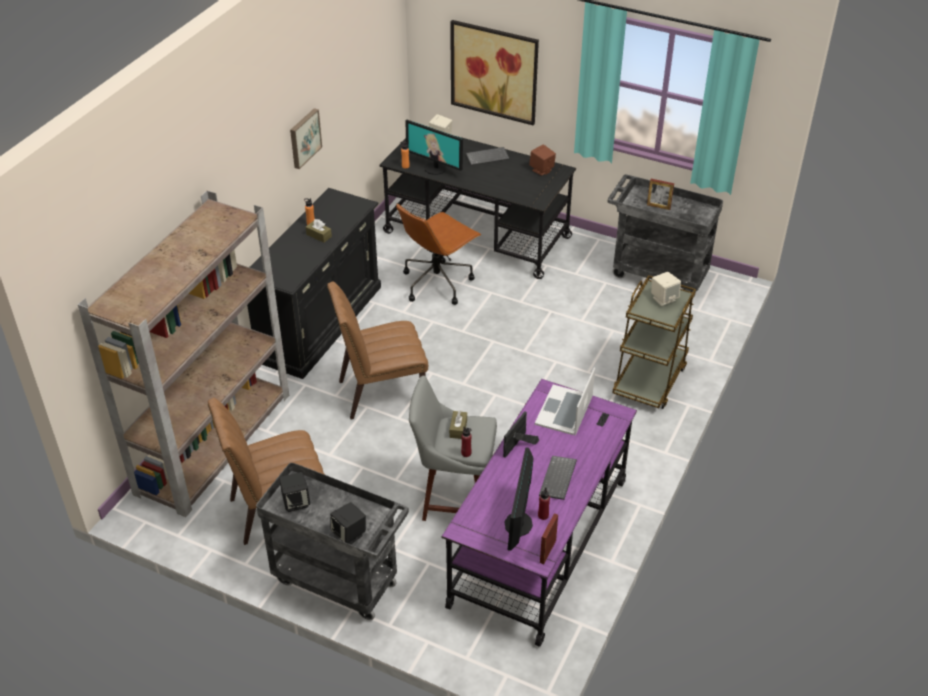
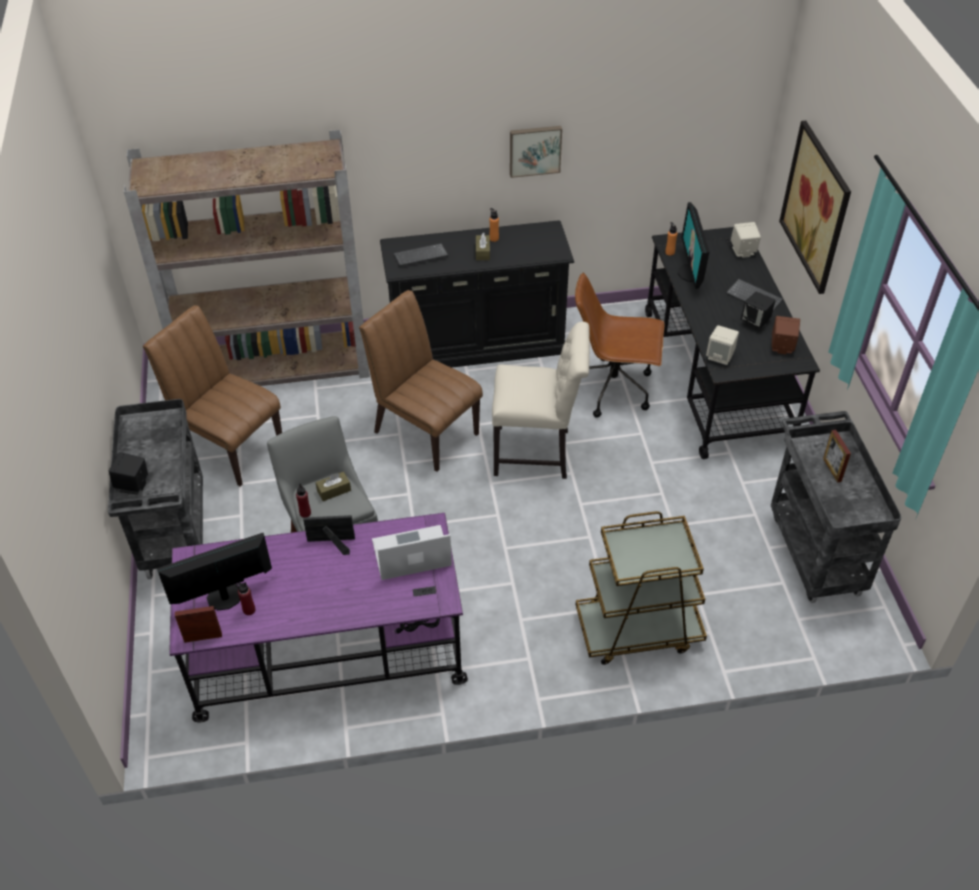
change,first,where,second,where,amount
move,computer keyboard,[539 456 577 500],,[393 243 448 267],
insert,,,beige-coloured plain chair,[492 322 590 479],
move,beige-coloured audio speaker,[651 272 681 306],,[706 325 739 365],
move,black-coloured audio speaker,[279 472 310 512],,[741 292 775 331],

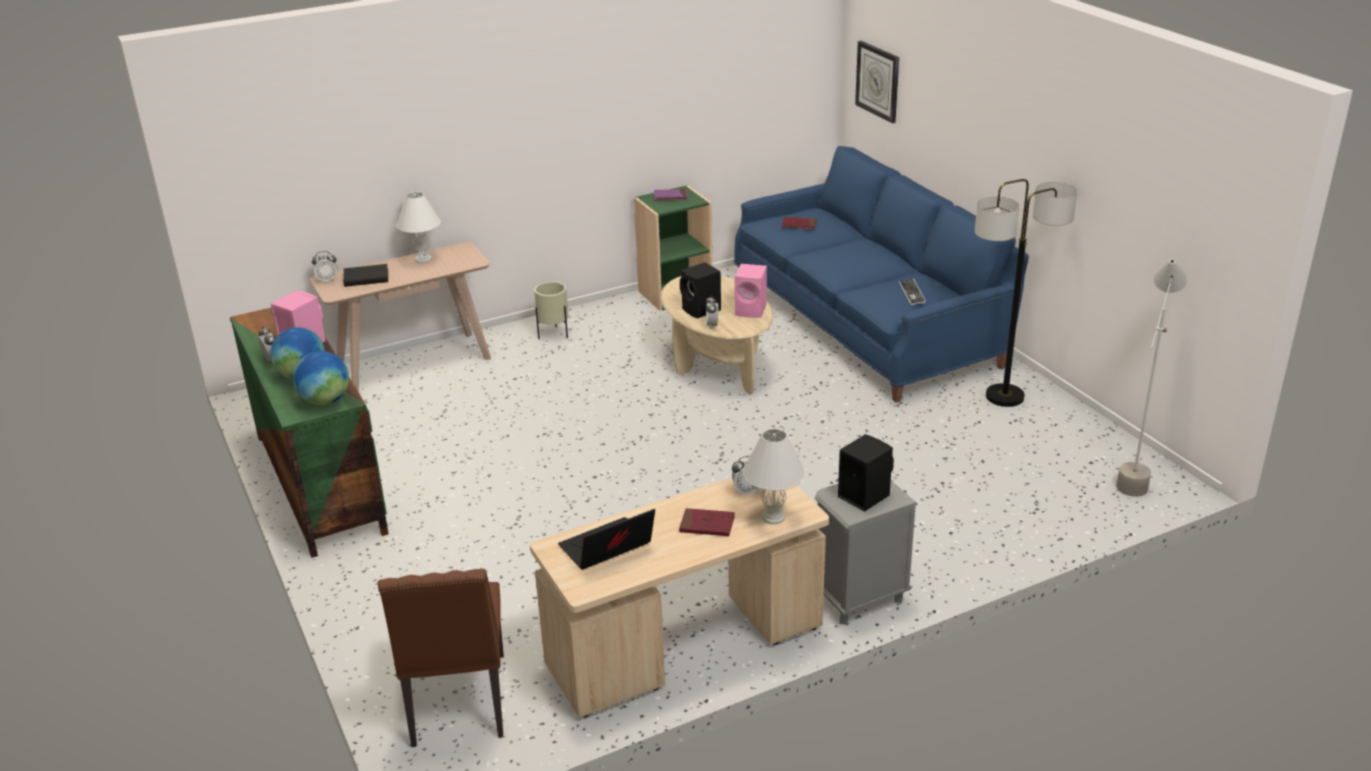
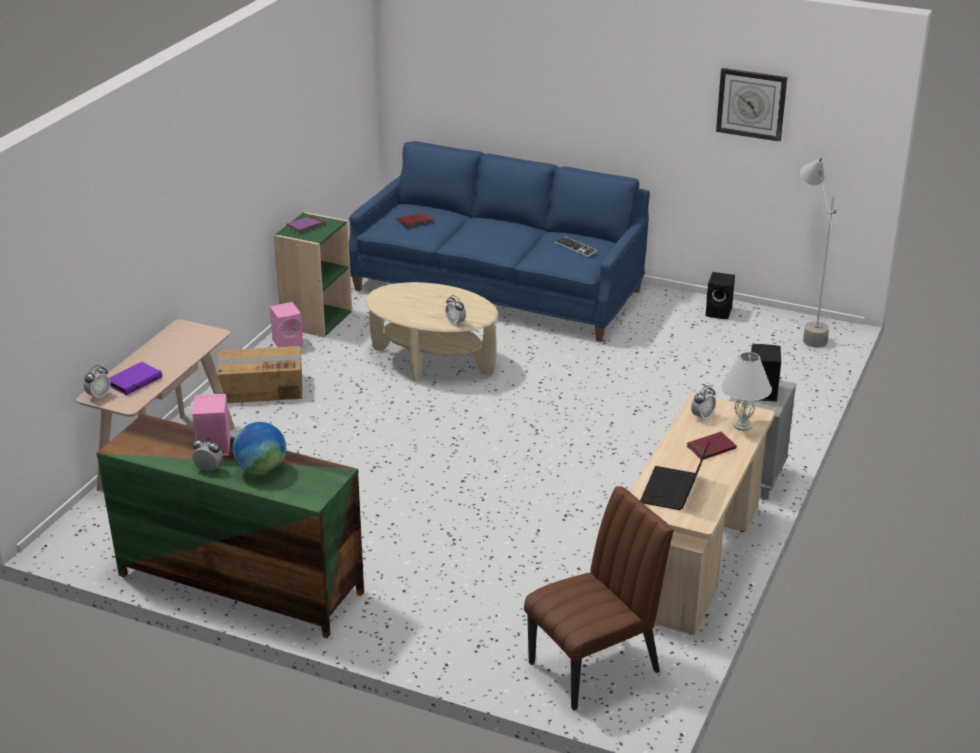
change,first,where,second,where,amount
recolor,black-coloured book,[343 264 388 287],purple-coloured book,[109 362 162 395],
replace,beige-coloured planter,[534 281 569 339],cardboard box,[217 346 302 403],
move,pinkish audio speaker,[734 264 767 318],,[270 302 303 348],
rotate,brown-coloured plain chair,[378 569 504 747],,[524 486 674 710],75 degrees counterclockwise
move,black-coloured audio speaker,[680 262 721 318],,[706 272 735 319],
move,wall clock,[855 41 899 123],,[716 68 787 142],
delete,desk globe,[293 351 349 405],,,
delete,white lamp for a table,[396 192 440 263],,,
delete,floor lamp,[975 179 1077 407],,,

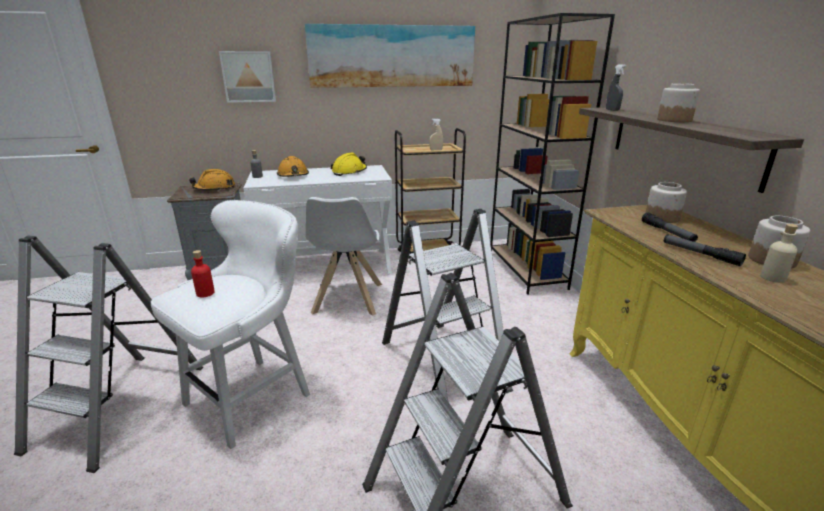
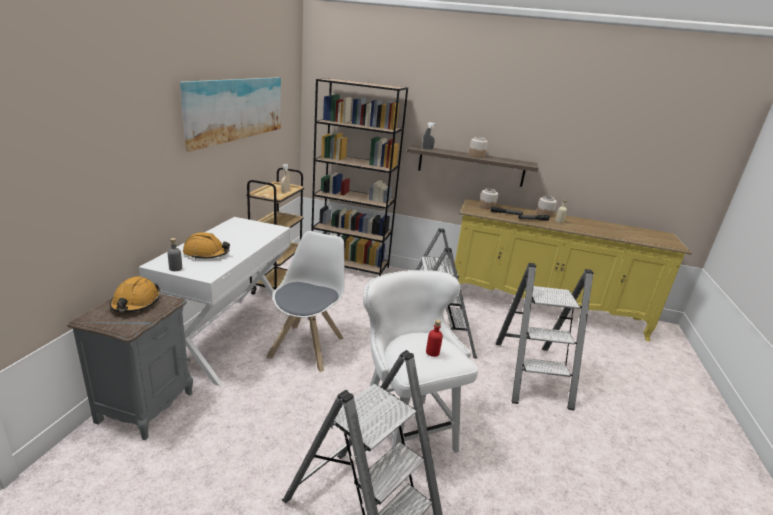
change,first,where,second,where,amount
rotate,plain chair,[306 197 382 316],,[266 231 345 372],105 degrees counterclockwise
delete,picture,[219 51 276 103],,,
delete,yellowish safety helmet,[331 153 367 176],,,

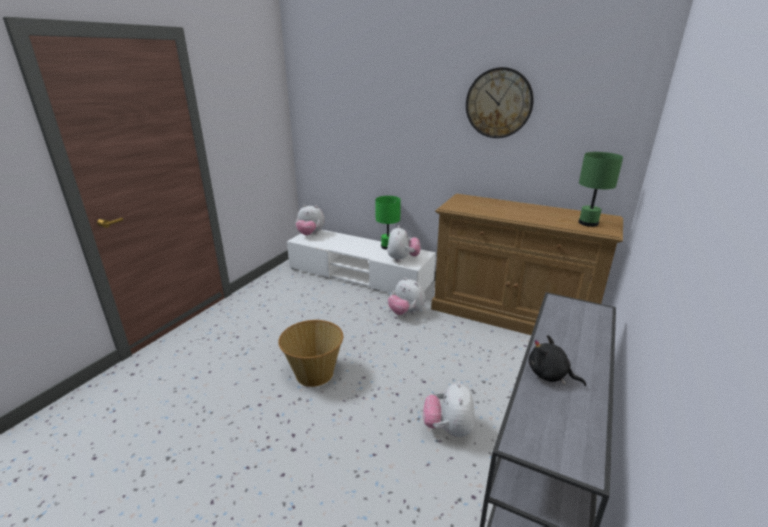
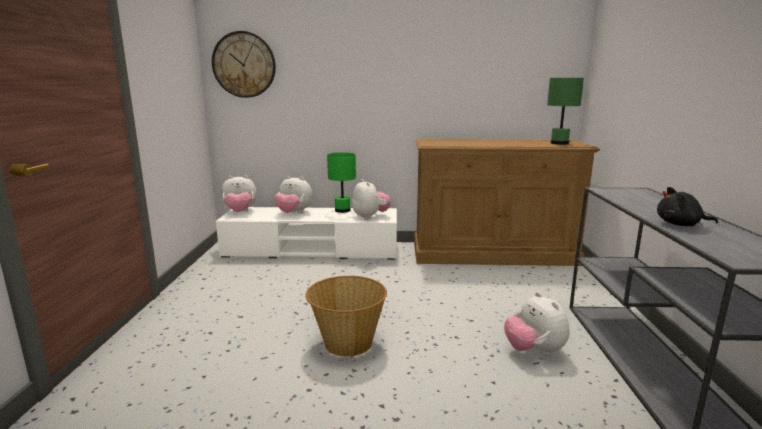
change,first,where,second,where,amount
move,wall clock,[466 67 534 138],,[212 31 276 98],
move,plush toy,[388 277 425 315],,[275 176 312 213],

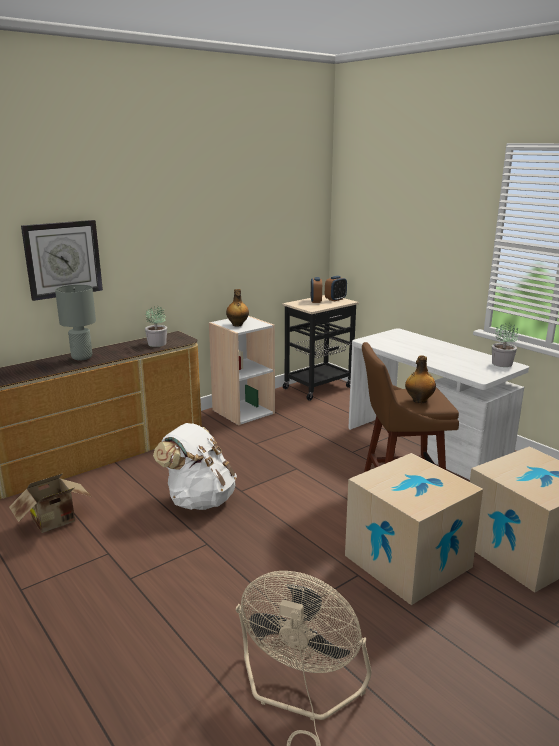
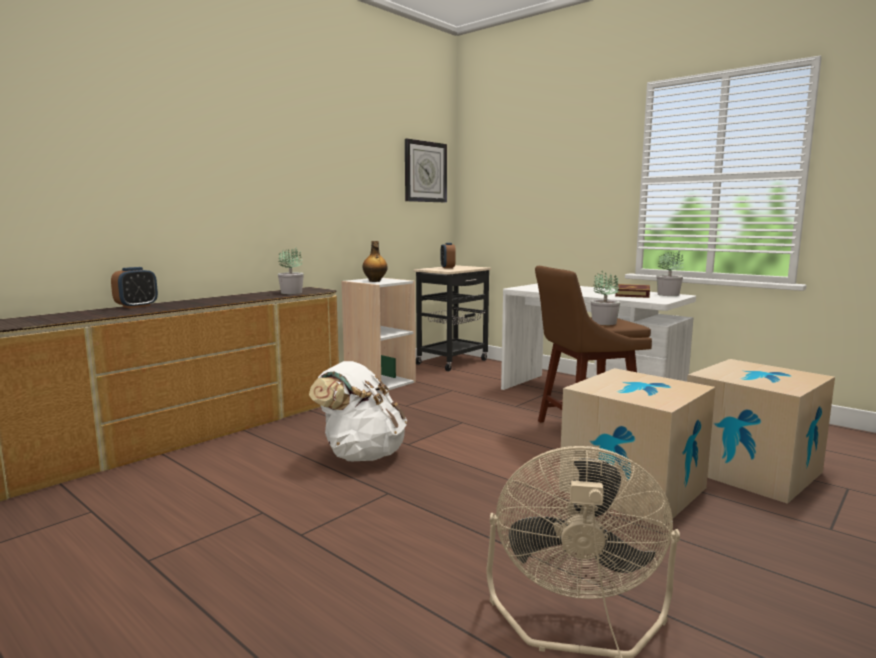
change,first,where,second,where,amount
move,table clock,[325 276 347 302],,[111 267 158 308],
move,wall clock,[21 220 103 301],,[405 138 447 202],
replace,bottle,[405 355 436 403],houseplant,[591 271 620 325],
insert,,,book,[615 284 650 298],
delete,cardboard box,[9 473 92 533],,,
delete,gray lamp for a table,[55 285 96 361],,,

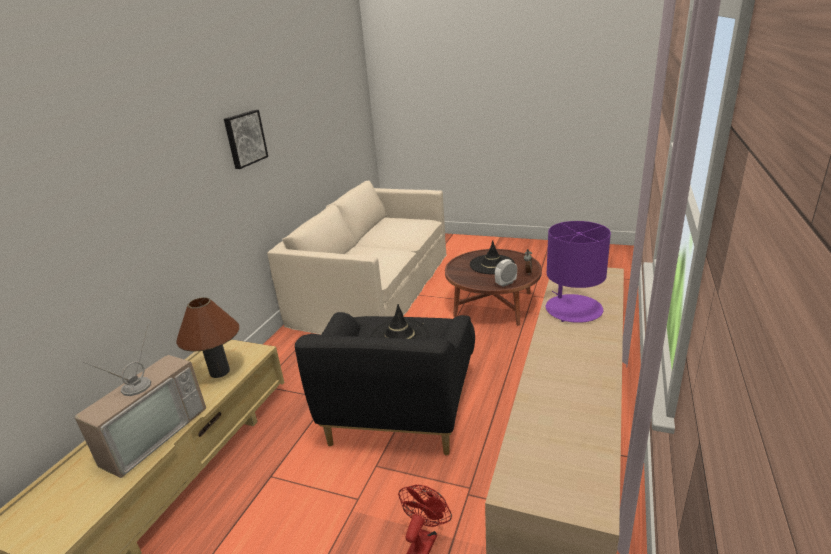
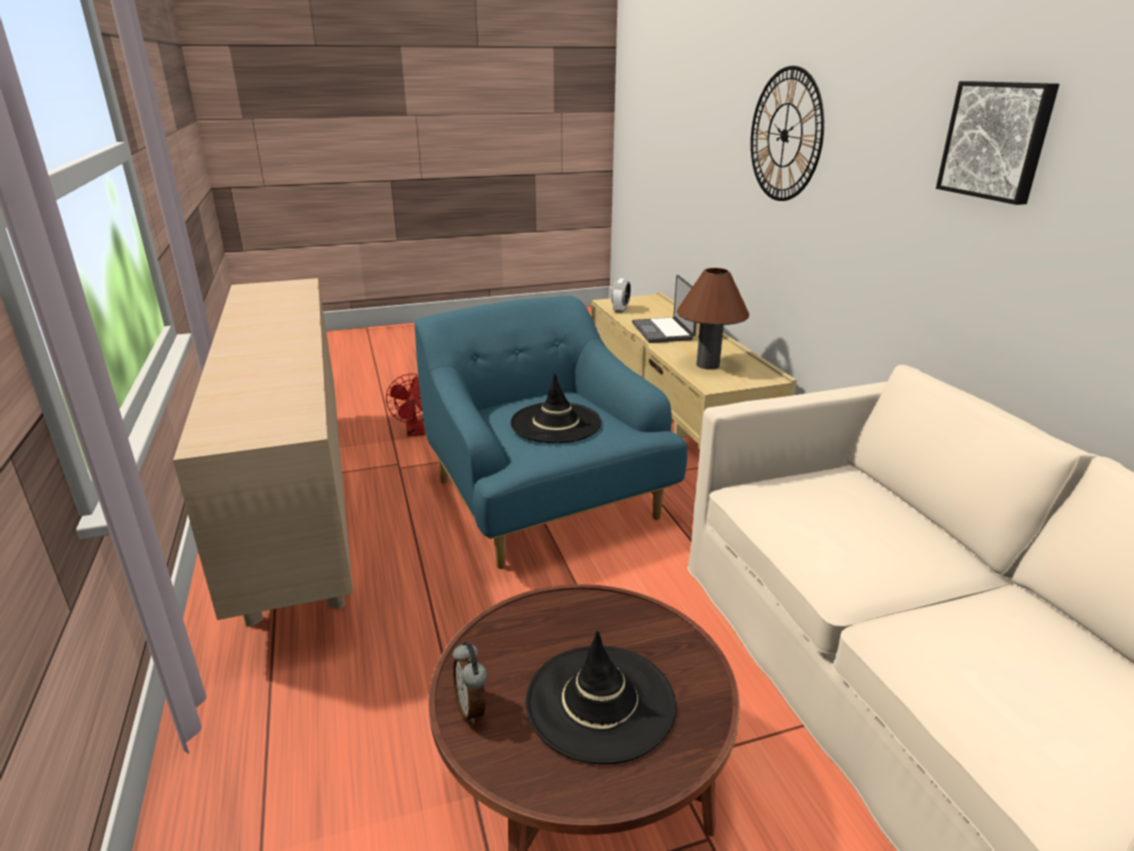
change,first,where,second,where,amount
recolor,black-coloured armchair,[295 312 475 455],blue-coloured armchair,[415 296 687 569],
move,table clock,[495 259 517 287],,[611 278 631 313],
replace,TV set,[75 324 206 478],notebook computer,[632 275 697 343],
insert,,,wall clock,[751 66 824 201],
delete,purple-coloured lamp for a table,[546 221 611 323],,,

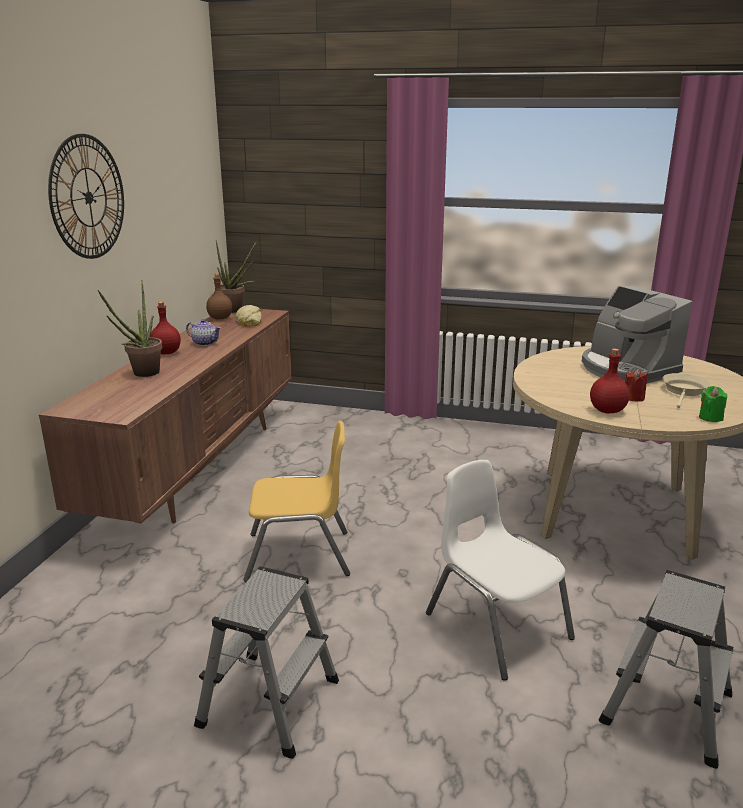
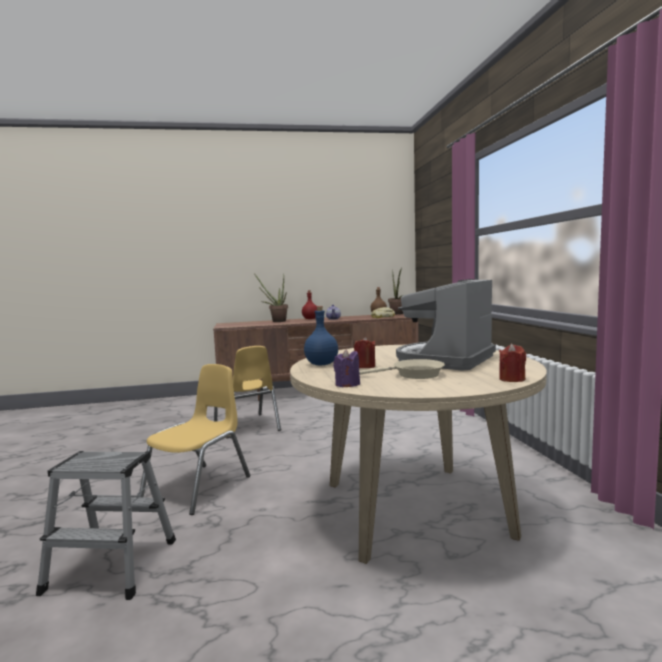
change,first,where,second,where,amount
recolor,white plain chair,[426 460 575 681],yellowish plain chair,[139 364 250 515],
recolor,red-coloured bottle,[590 348 630 413],blue-coloured bottle,[304 306 338 365],
recolor,greenish wax light,[699 386 727 422],purple-coloured wax light,[333 349 360 387],
insert,,,red-coloured wax light,[499 344 526 382],
delete,wall clock,[48 134 124 259],,,
delete,gray step stool,[194 566 339 759],,,

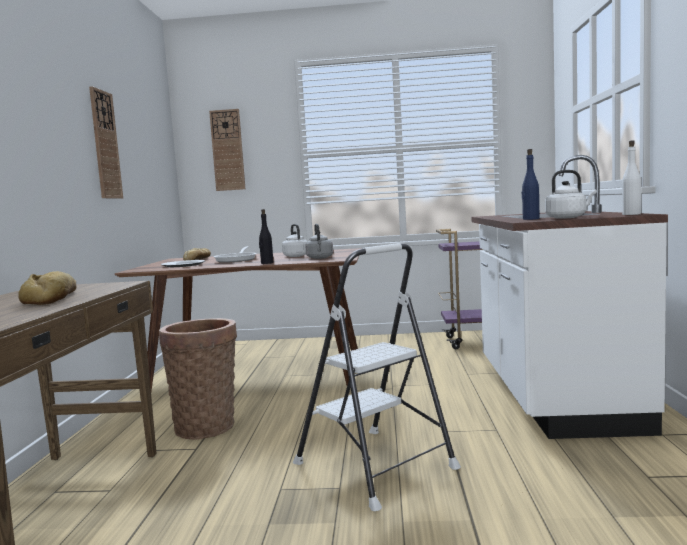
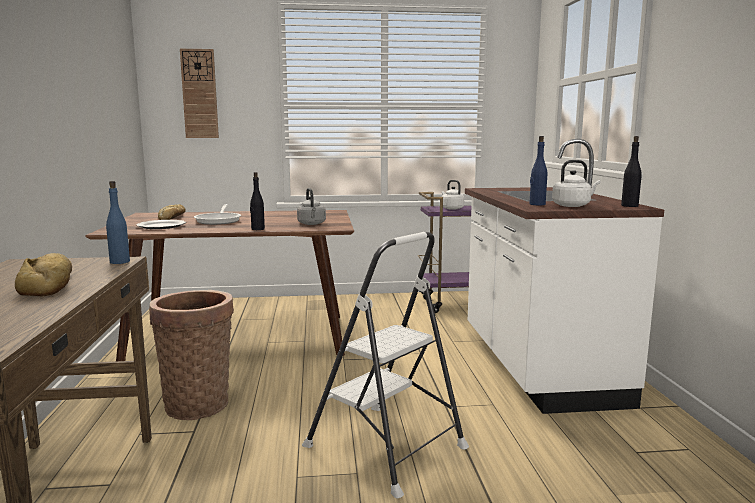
change,first,where,second,where,amount
insert,,,blue-coloured bottle,[106 181 130 264],
move,white tea kettle,[282 224 307 257],,[441 180 465 210],
recolor,white bottle,[622 140 641 215],black-coloured bottle,[621 136 642 207],
delete,wall clock,[89 86 123 199],,,

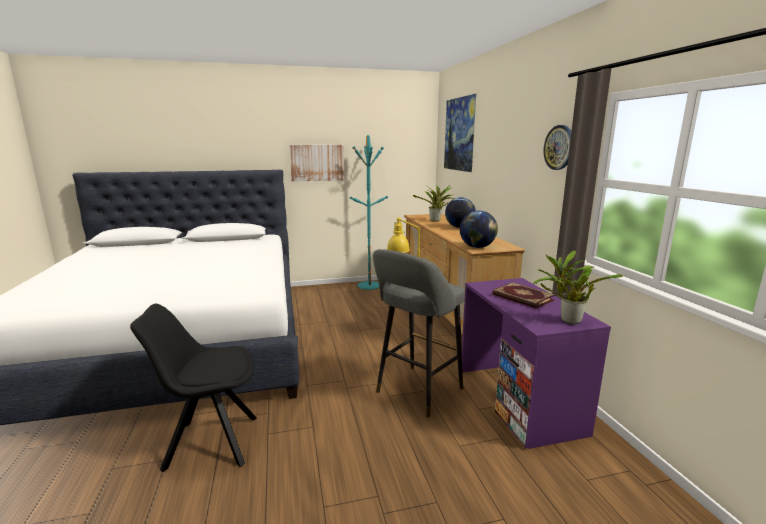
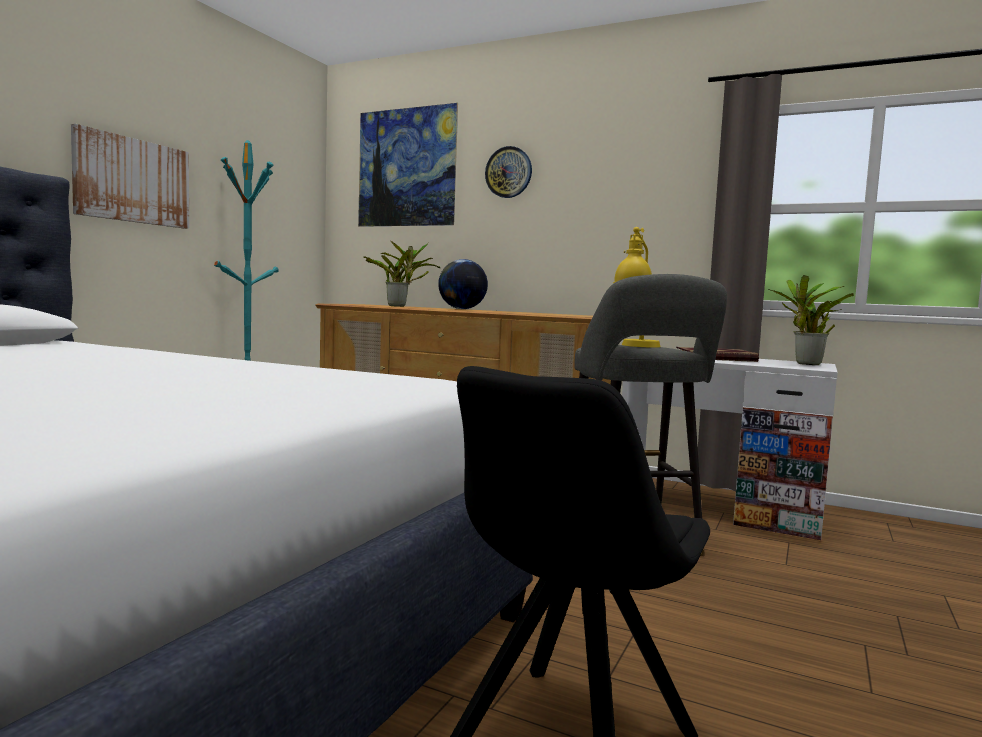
change,first,where,second,where,amount
move,wall clock,[544 125 571 170],,[485 146 532 198],
recolor,purple-coloured desk unit,[462 278 611 449],white desk unit,[622 359 838 540],
delete,desk globe,[460 210 498 248],,,

